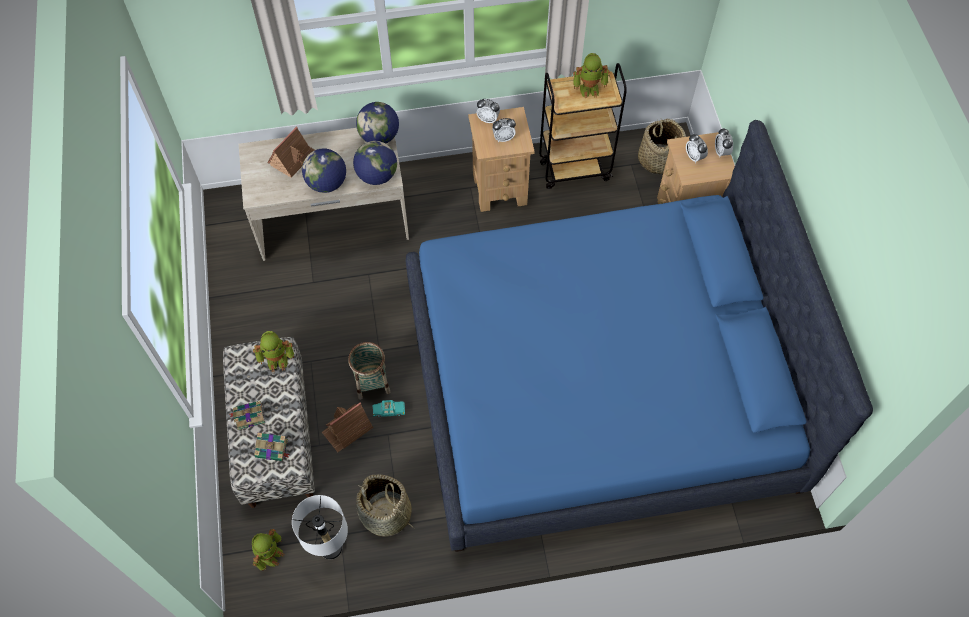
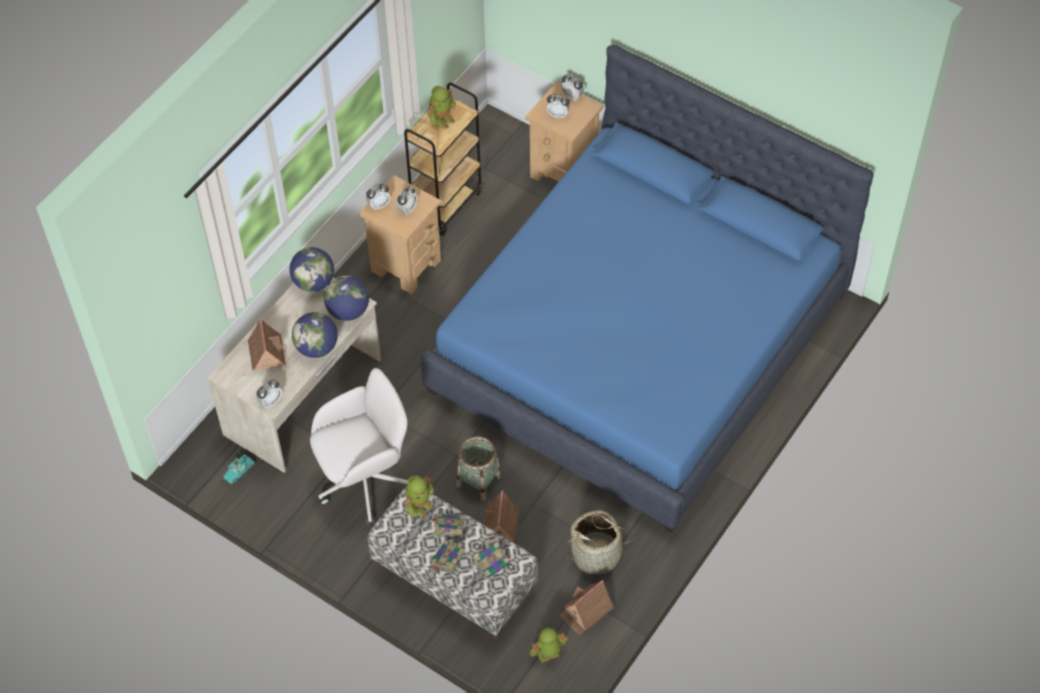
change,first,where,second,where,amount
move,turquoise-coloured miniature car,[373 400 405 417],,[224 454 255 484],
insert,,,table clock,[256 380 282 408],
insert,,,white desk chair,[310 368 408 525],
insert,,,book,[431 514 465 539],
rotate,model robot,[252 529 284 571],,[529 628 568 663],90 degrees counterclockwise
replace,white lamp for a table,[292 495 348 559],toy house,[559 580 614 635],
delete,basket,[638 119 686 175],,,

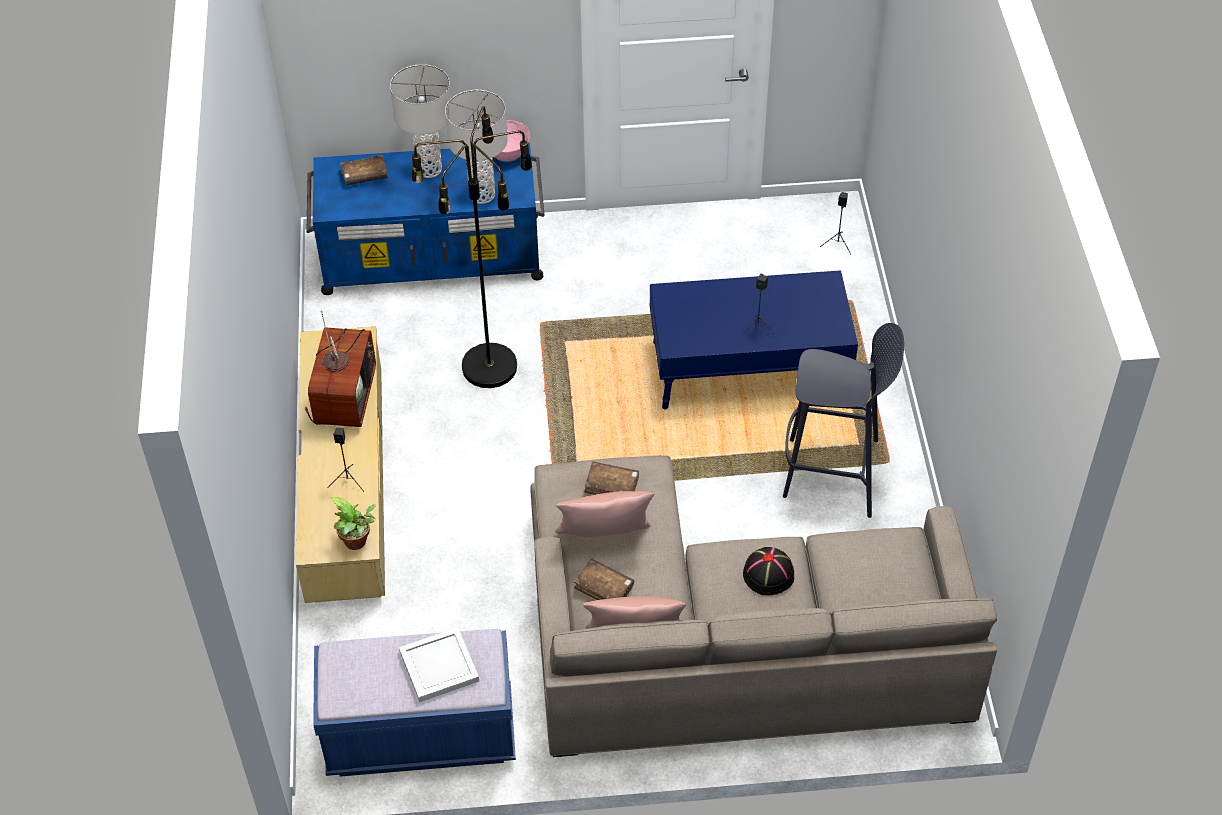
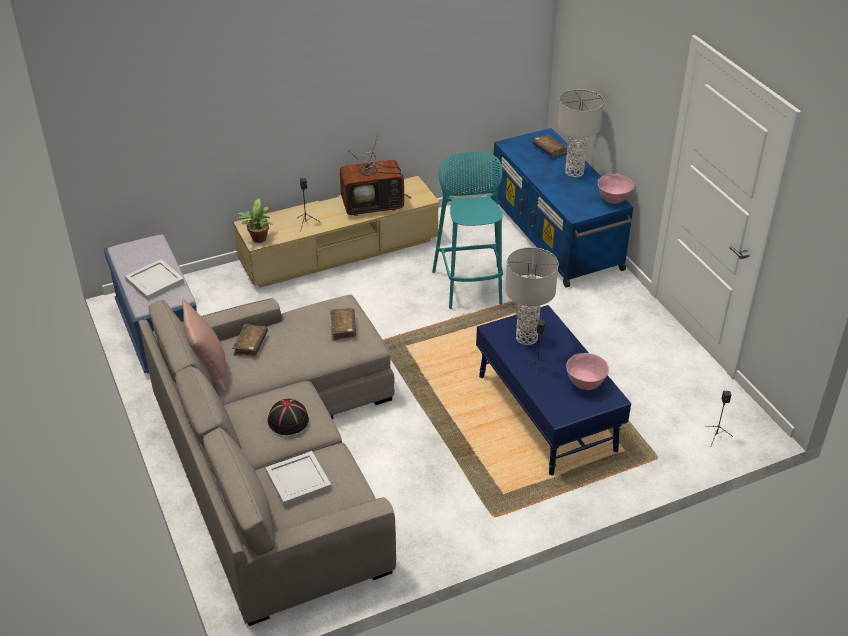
change,first,where,second,where,amount
insert,,,white tray,[265 451 331 507],
replace,floor lamp,[412 106 532 388],turquoise-coloured stool seat,[432 152 503 309],
move,white lamp for a table,[445 90 507 204],,[505 247 558 345],
insert,,,pinkish serving bowl,[567 353 609 390],
delete,pinkish cushion,[556 491 654 537],,,
delete,gray stool seat,[783 323 904 518],,,

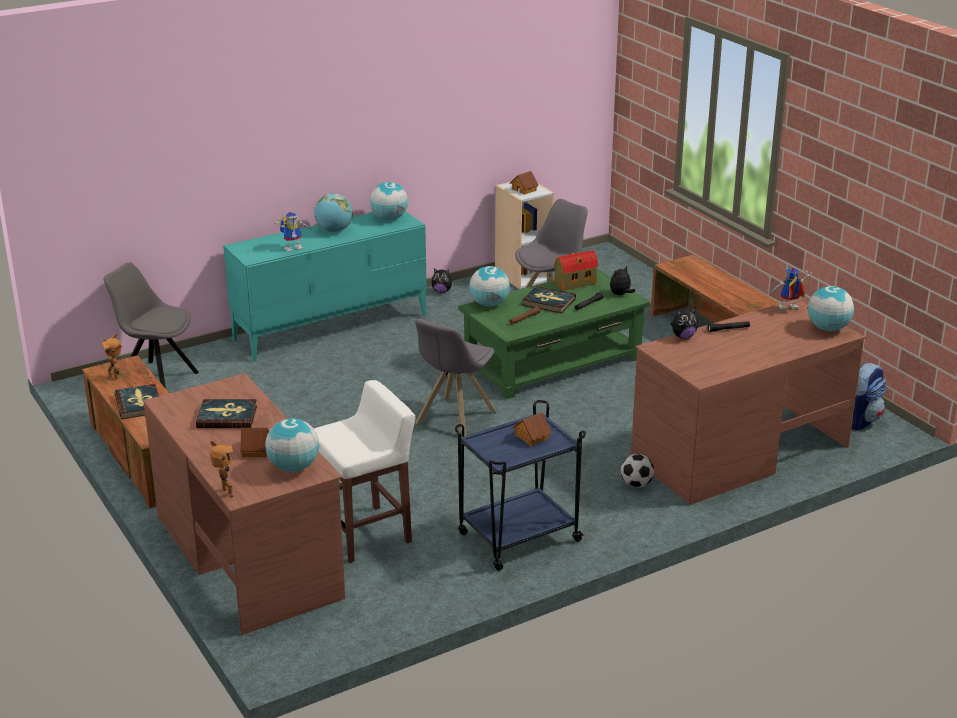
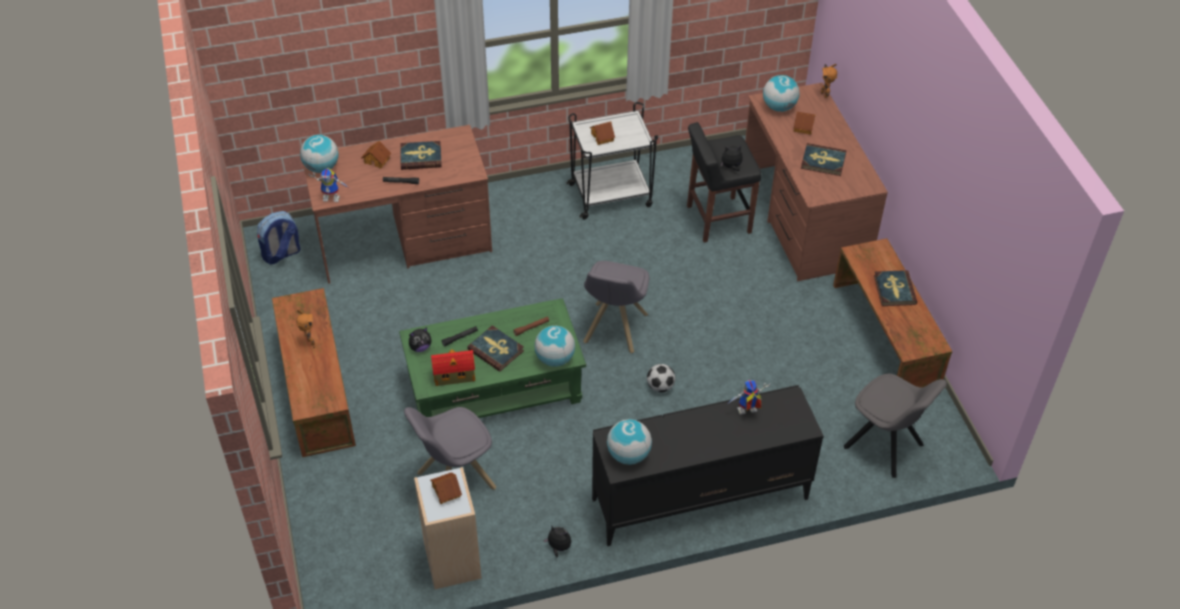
change,first,where,second,where,amount
move,model robot,[101 334 122 379],,[296 310 315 348],
insert,,,toy house,[361 141 391 169],
insert,,,book,[400 141 442 170],
recolor,blue-coloured cart,[455 400 586 571],white cart,[567 102 658 220],
rotate,gray plain chair,[415 319 497 438],,[583 261 650 353],150 degrees clockwise
recolor,turquoise-coloured chest of drawers,[223 211 427 361],black-coloured chest of drawers,[592 385 824 546],
move,ball for football,[621 454 654 487],,[647 364 675 392],
recolor,white stool seat,[314 380 415 563],black-coloured stool seat,[687 122 762 243],
move,plush toy,[671 307 698 339],,[721 146 743 171],
delete,desk globe,[314 193 353 232],,,

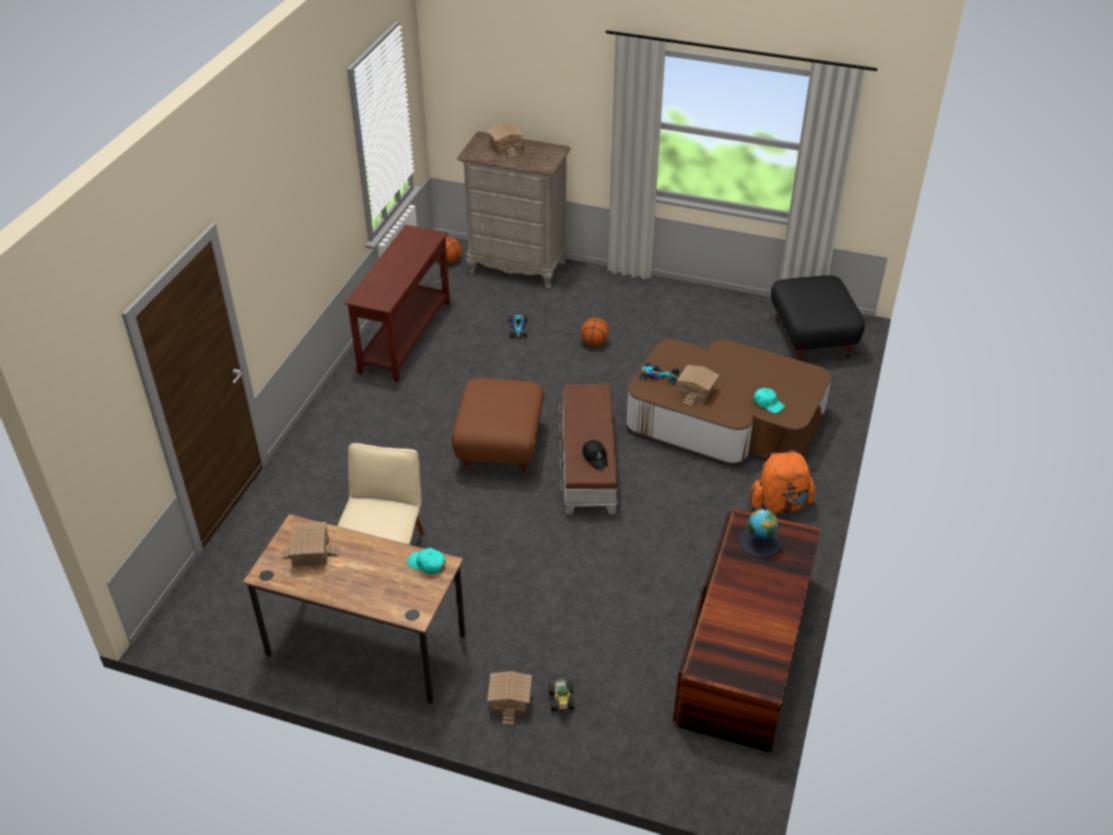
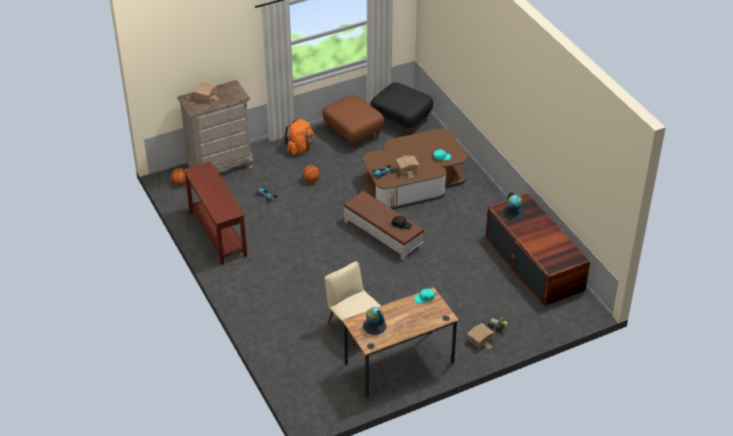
change,first,where,second,where,amount
move,orange rucksack,[750 450 817 513],,[284 119 314 155],
move,brown-coloured footrest,[451 378 544 478],,[322 95 384 150],
replace,toy house,[282 522 340 567],desk globe,[363 307 386 335],

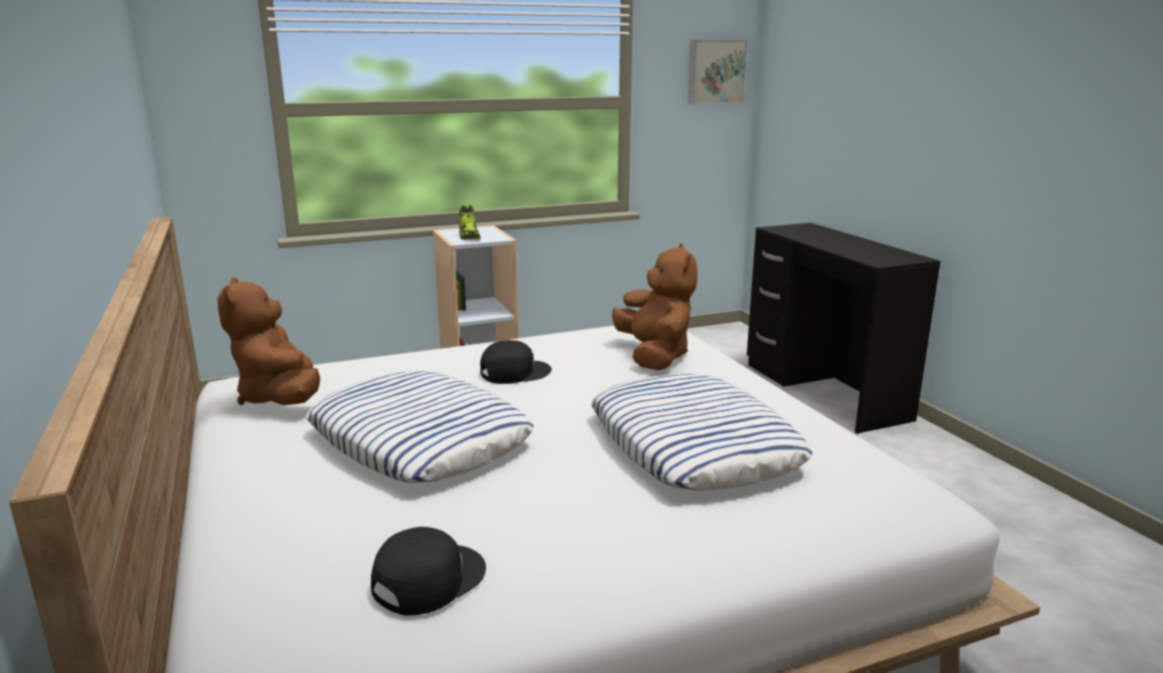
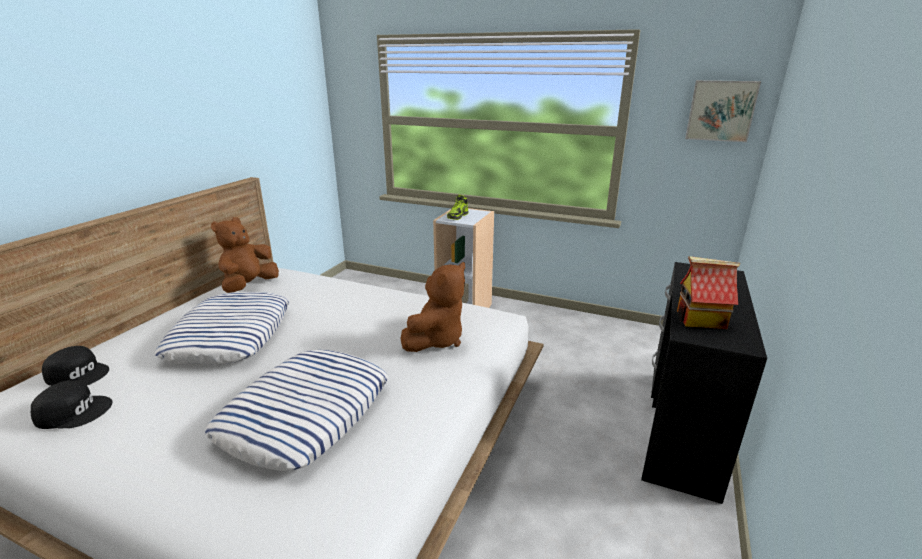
change,first,where,second,where,amount
move,black-coloured baseball cap,[480 340 552 384],,[42 346 109 386],
insert,,,toy house,[677 256 740 329],

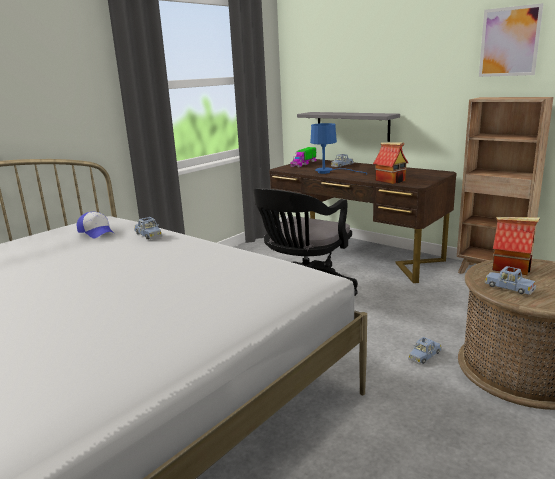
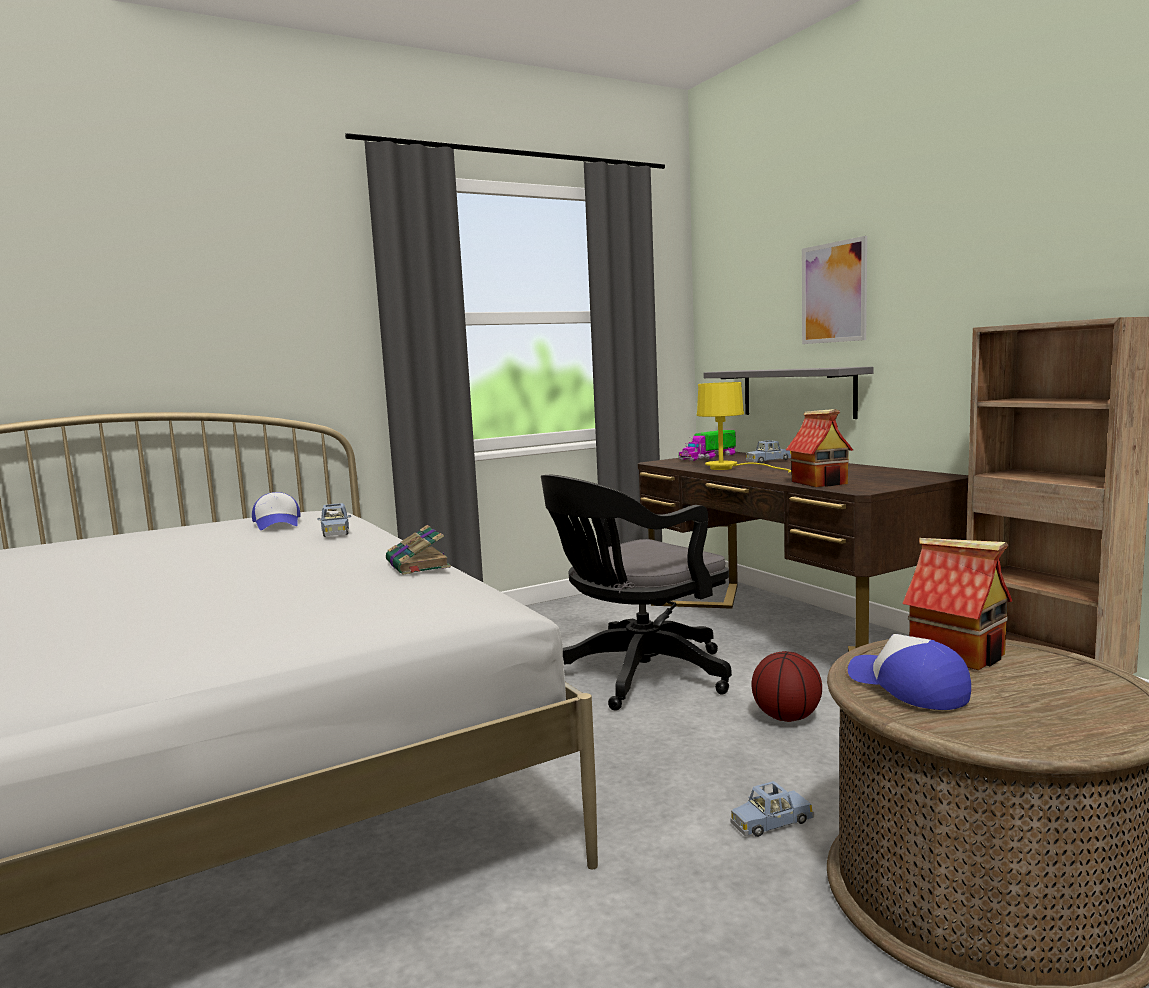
change,first,where,second,where,amount
insert,,,book,[386 525 451 575],
recolor,blue-coloured lamp for a table,[310 123 368 174],yellowish lamp for a table,[697 382 791 473],
insert,,,basketball ball,[752 651 822 722],
move,picture,[479 3 543 77],,[802 236 867 344],
replace,blue-coloured miniature car,[485 266 536 295],baseball cap,[848 634 971 710],

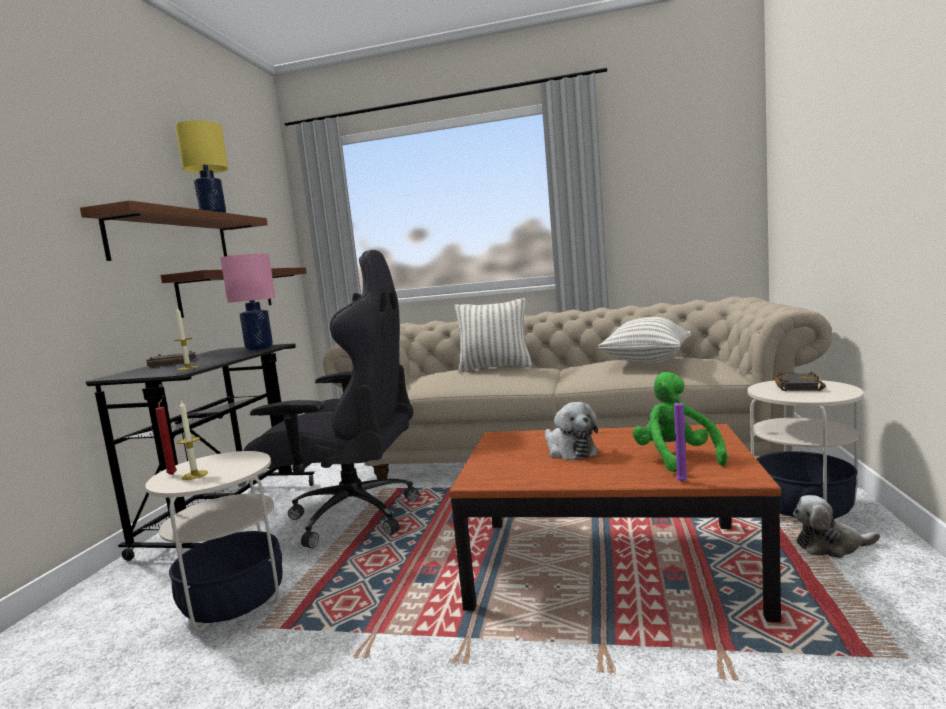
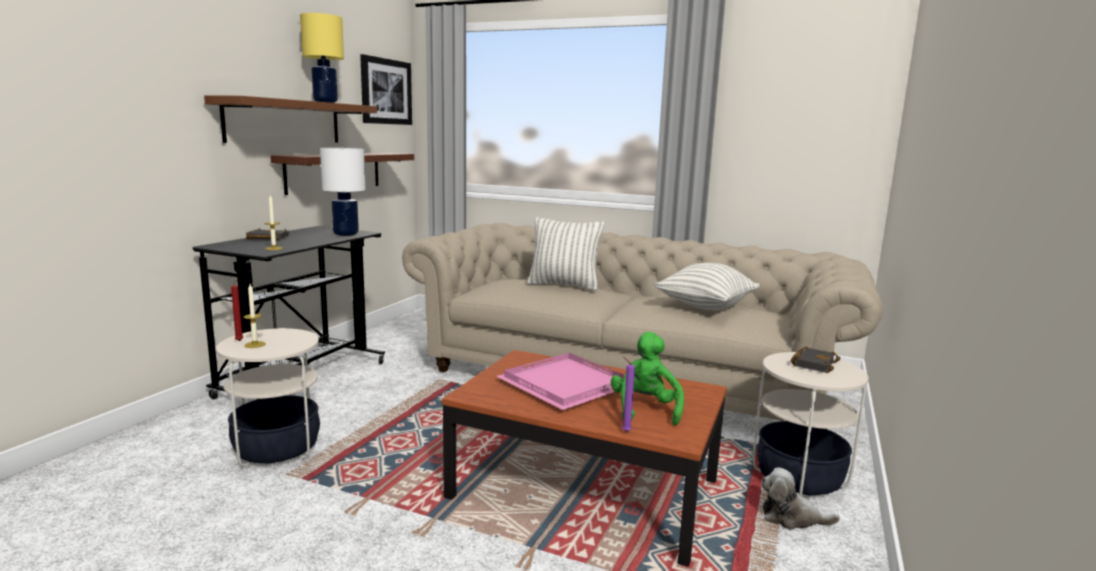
change,first,where,second,where,amount
recolor,pinkish lamp for a table,[220 253 276 350],white lamp for a table,[320 147 366 236],
insert,,,picture,[360 54 412 125],
replace,plush toy,[545 402 598 460],pinkish tray,[496 353 625 410],
delete,black-coloured desk chair,[244 250 419 548],,,

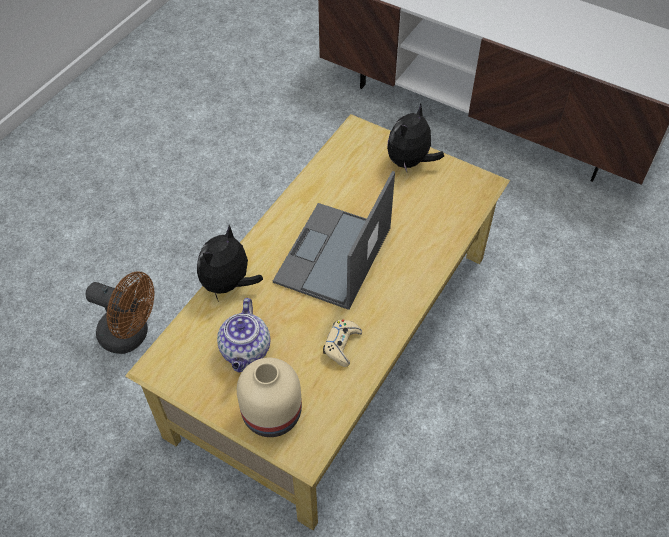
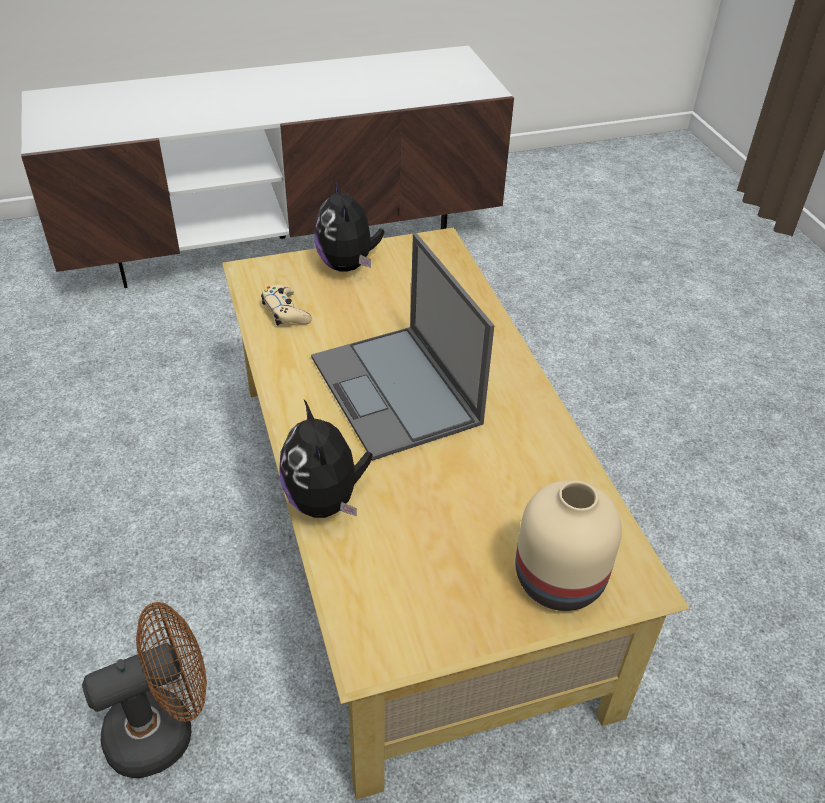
change,first,where,second,where,amount
move,beige-coloured game controller,[323 320 362 367],,[261 284 312 326],
delete,tea pot,[217 298 271 372],,,

